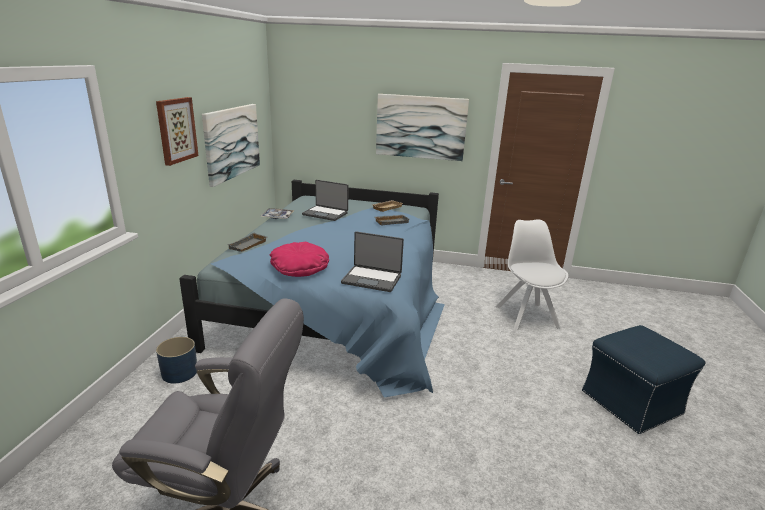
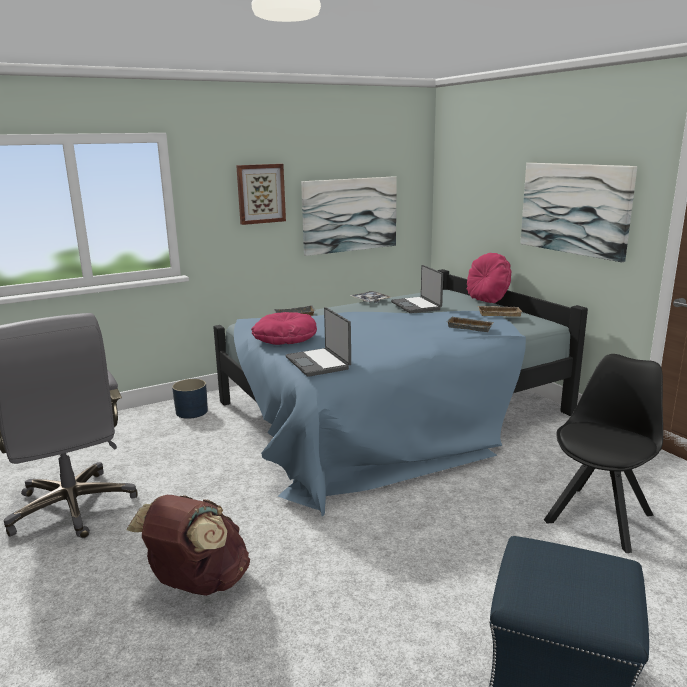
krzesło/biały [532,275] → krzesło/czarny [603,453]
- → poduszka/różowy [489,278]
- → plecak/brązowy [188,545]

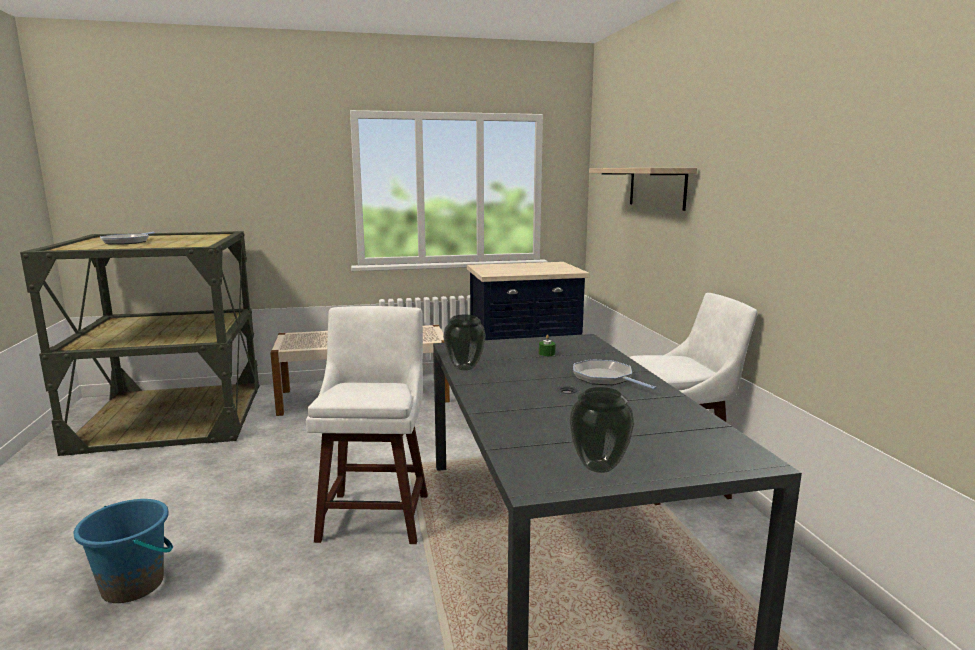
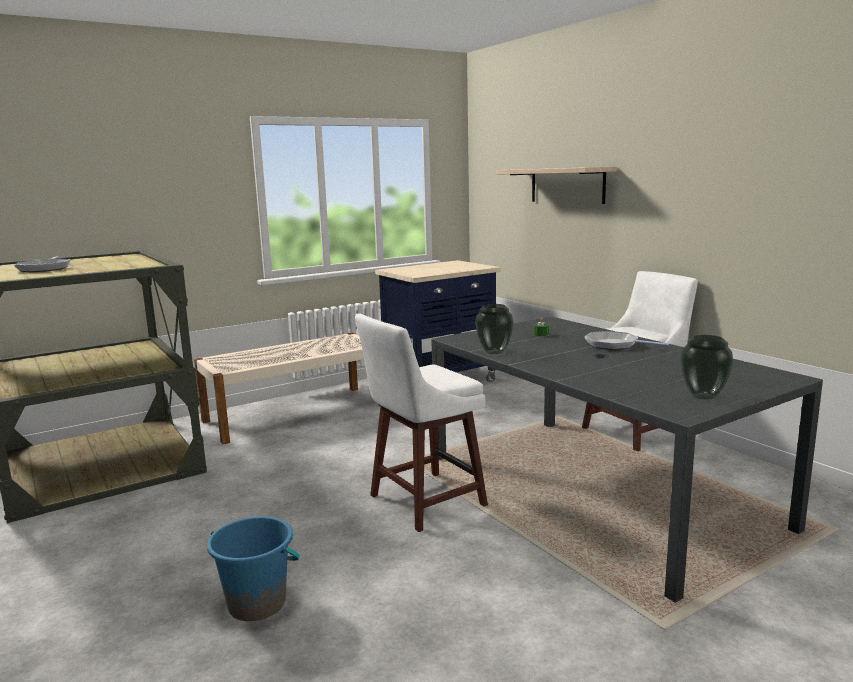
krzesło/biały [367,425] → krzesło/biały [421,422], 105 degrees counterclockwise

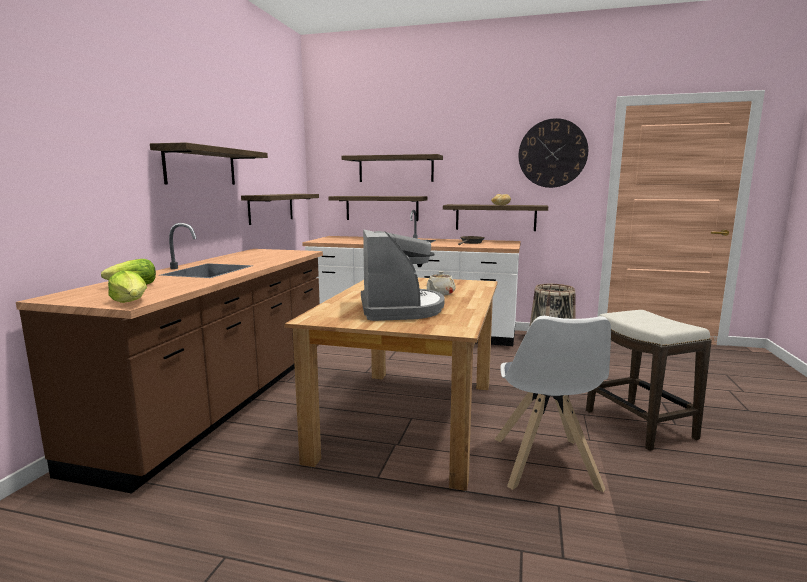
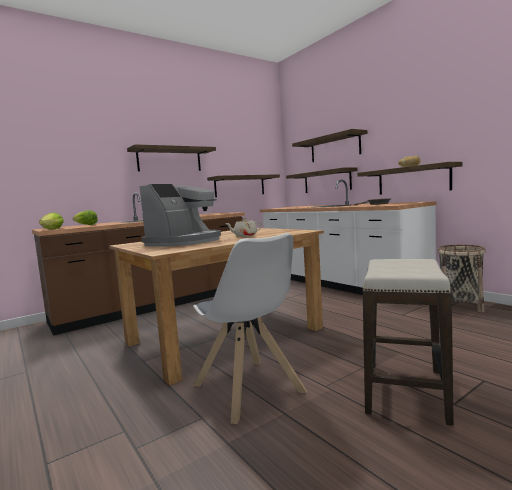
zegar ścienny [553,153] → -
krzesło [552,404] → krzesło [250,328], 75 degrees counterclockwise

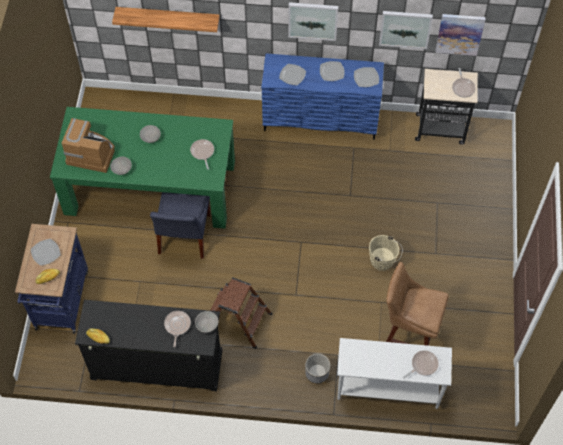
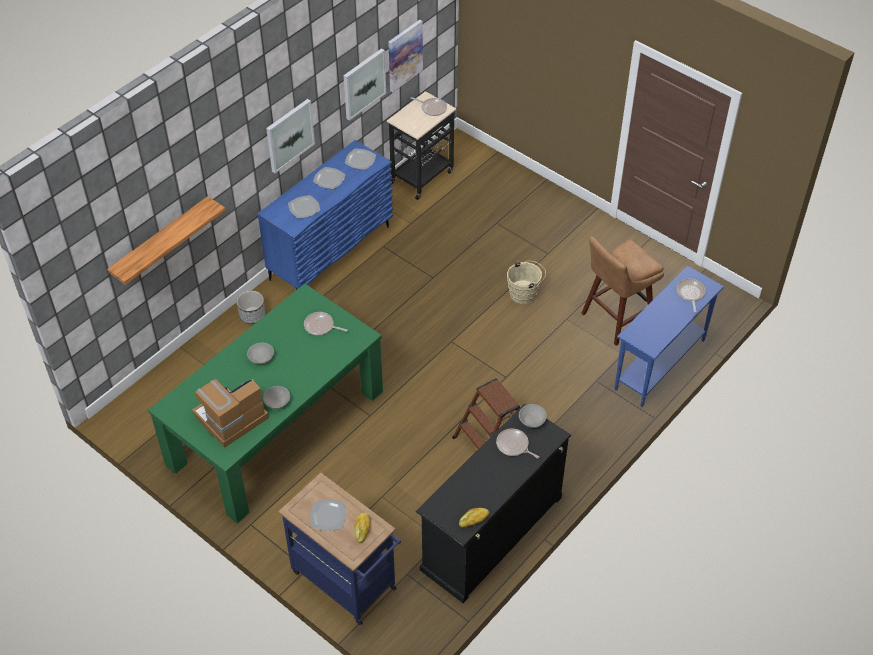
krzesło/niebieski [180,225] → -
stolik konsolowy/biały [394,373] → stolik konsolowy/niebieski [669,336]
donica [317,368] → donica [250,307], relocated

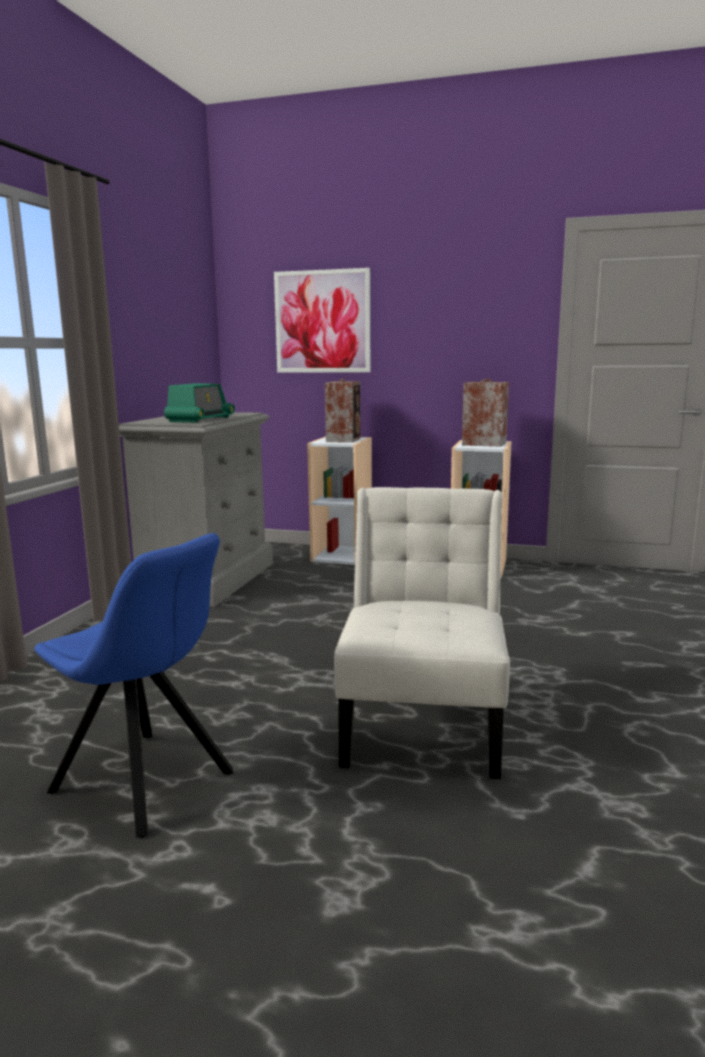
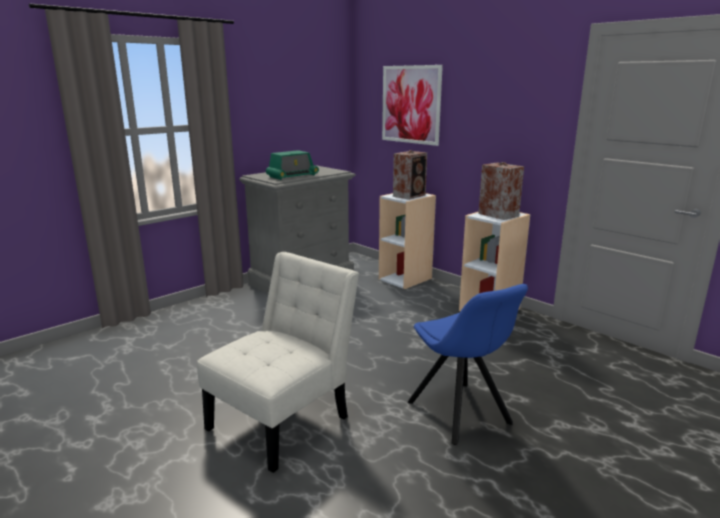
krzesło/niebieski [134,685] → krzesło/niebieski [468,364], relocated

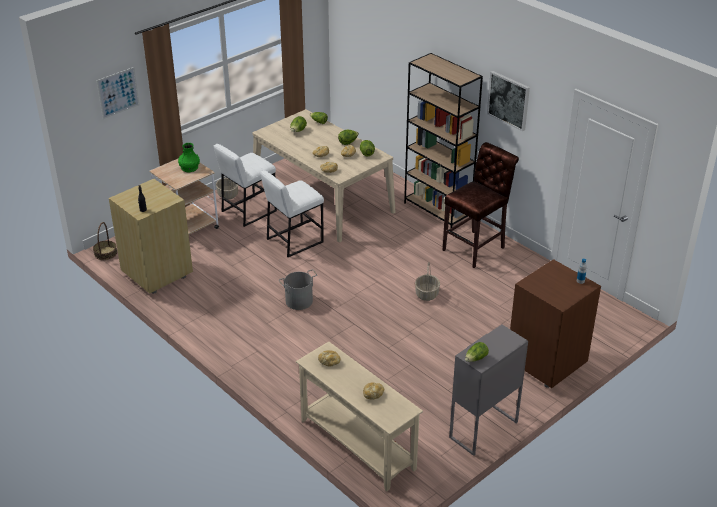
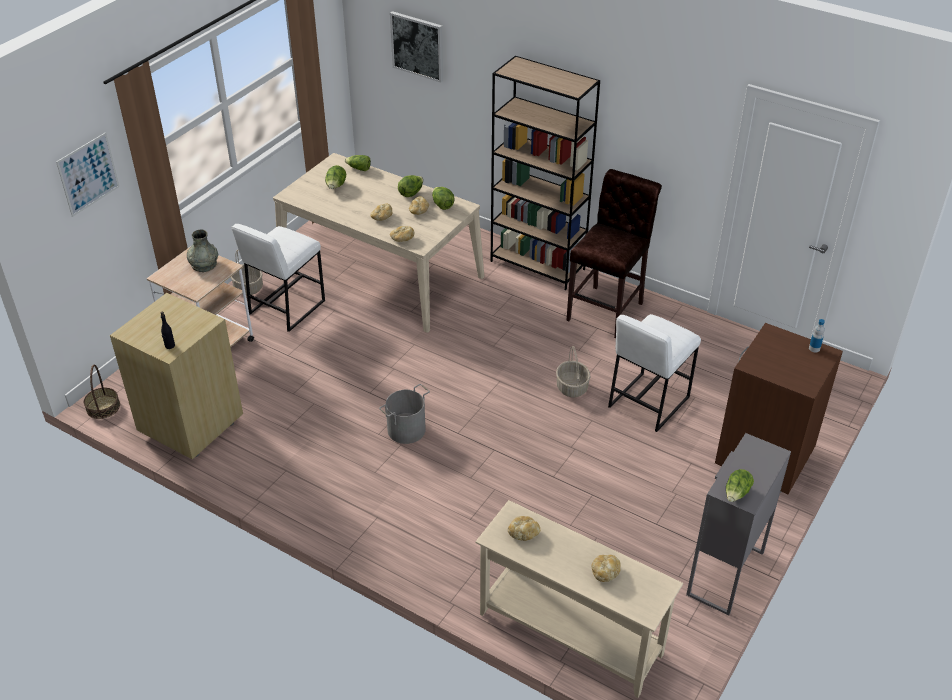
obraz [508,101] → obraz [416,47], relocated
wazon/zielony [189,157] → wazon/szary [202,251]
krzesło/biały [292,213] → krzesło/biały [654,373], relocated

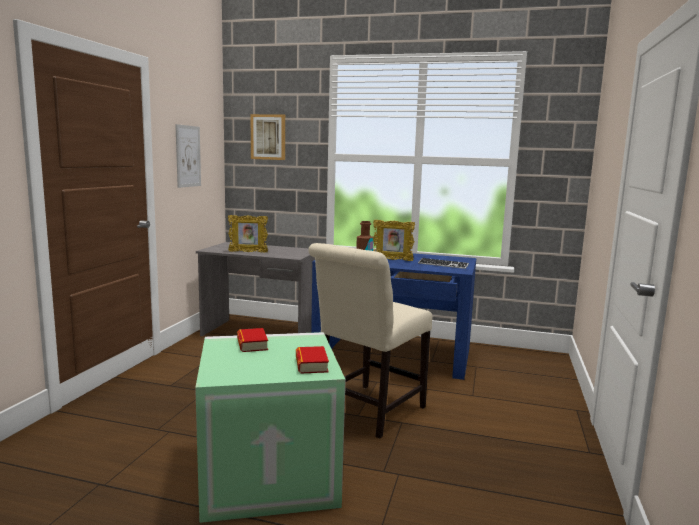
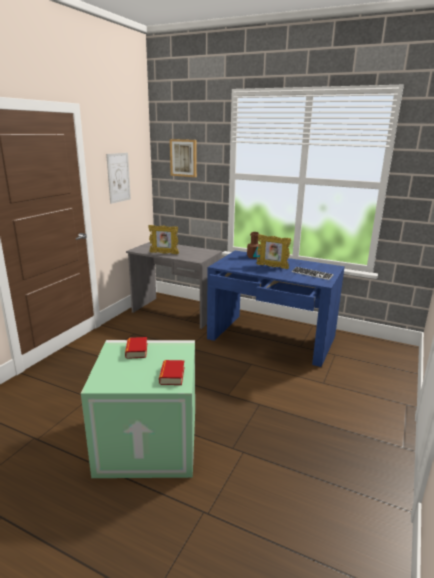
krzesło/beżowy [370,341] → -

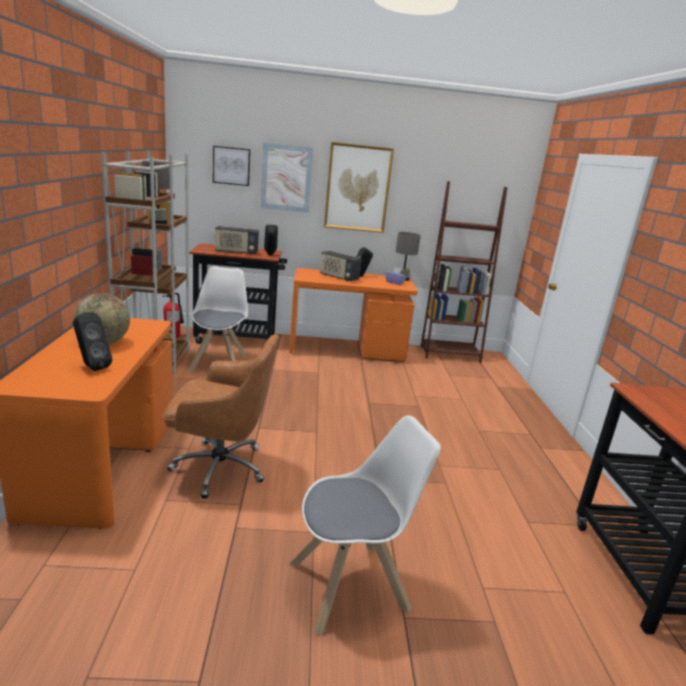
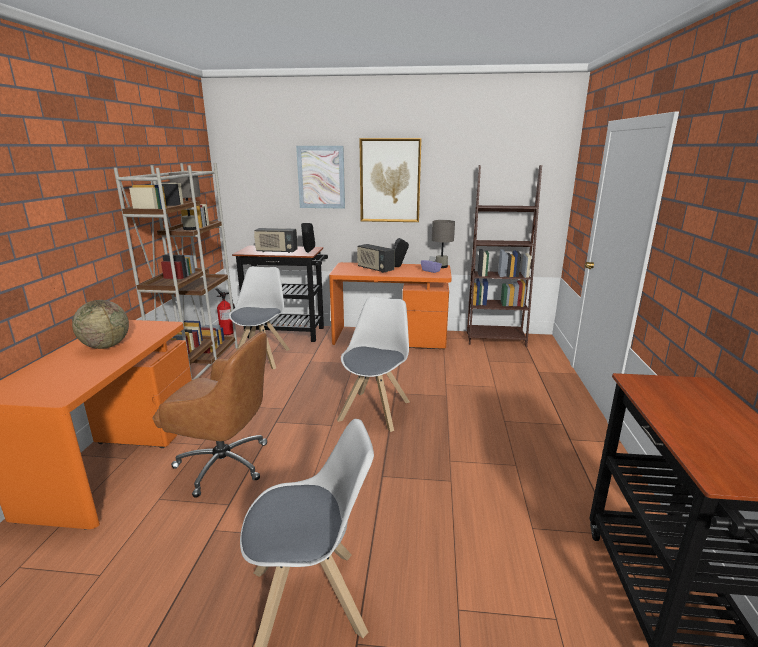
obraz [231,166] → -
głośnik/czarny [92,341] → -
- → krzesło [373,364]

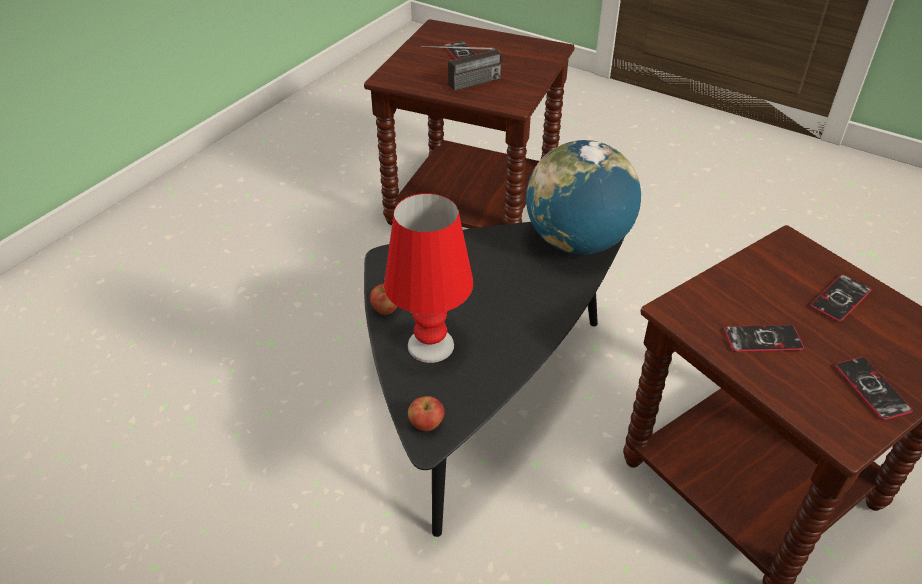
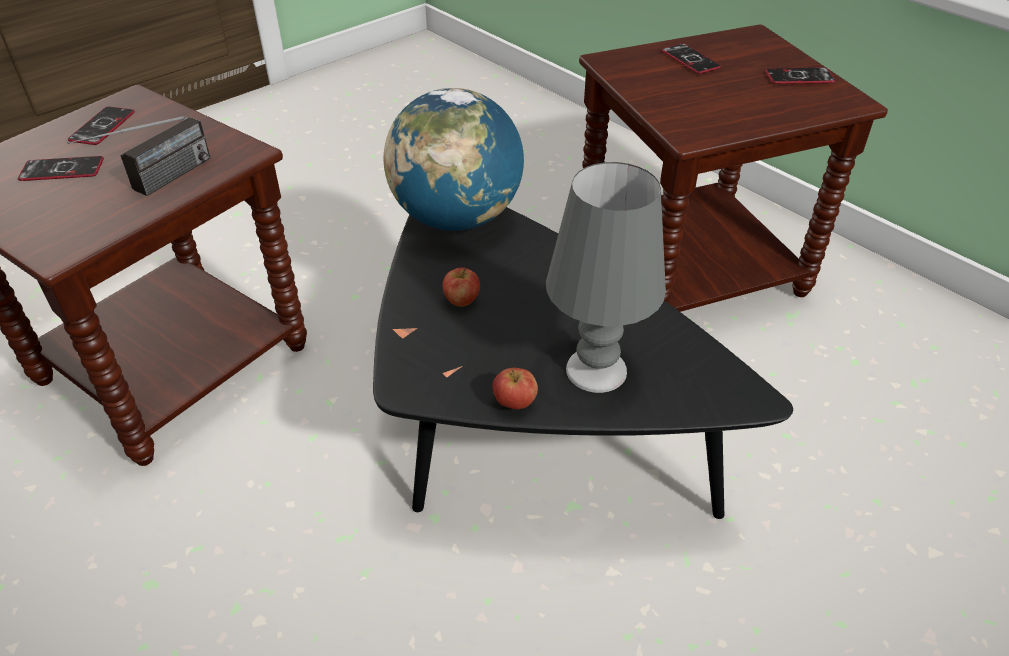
radio [461,68] → radio [138,156], 45 degrees clockwise
lampa stołowa/czerwony [428,278] → lampa stołowa/szary [606,277]
telefon [764,338] → telefon [101,125], relocated
jabłko [426,413] → jabłko [461,287], relocated

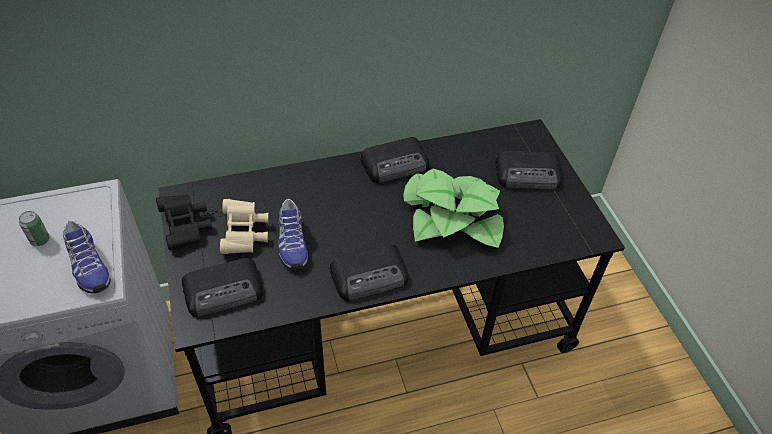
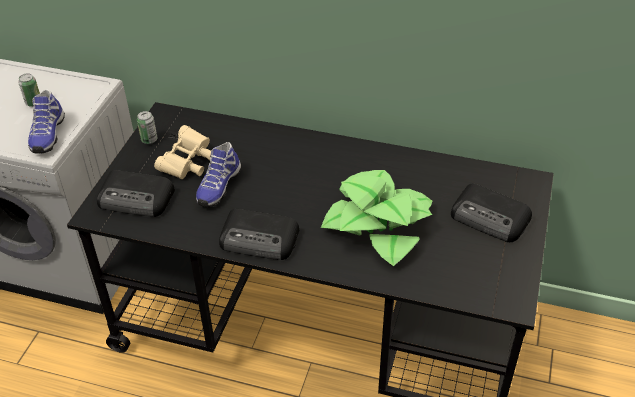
radio [394,160] → -
lornetka/czarny [184,222] → puszka [147,127]

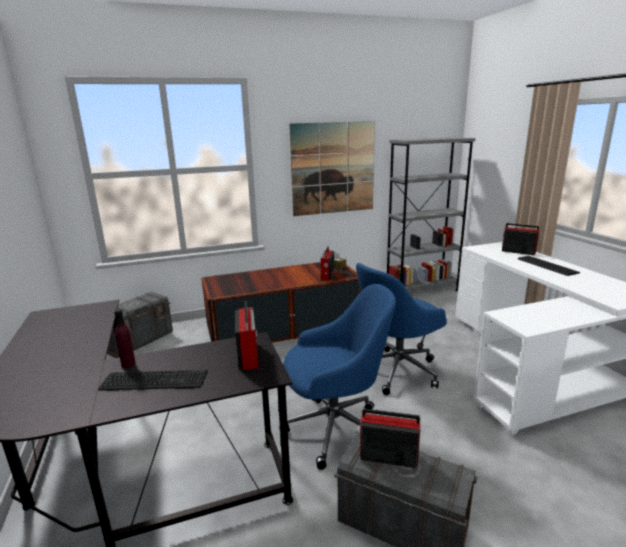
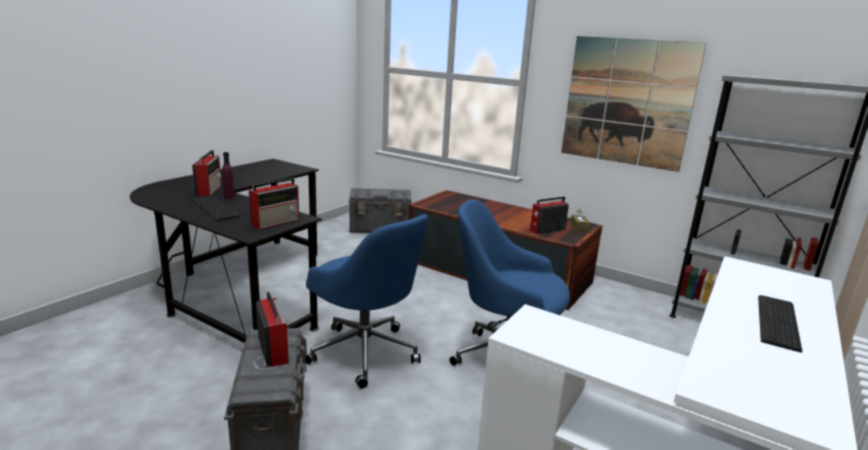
radio [521,239] → radio [207,173], relocated

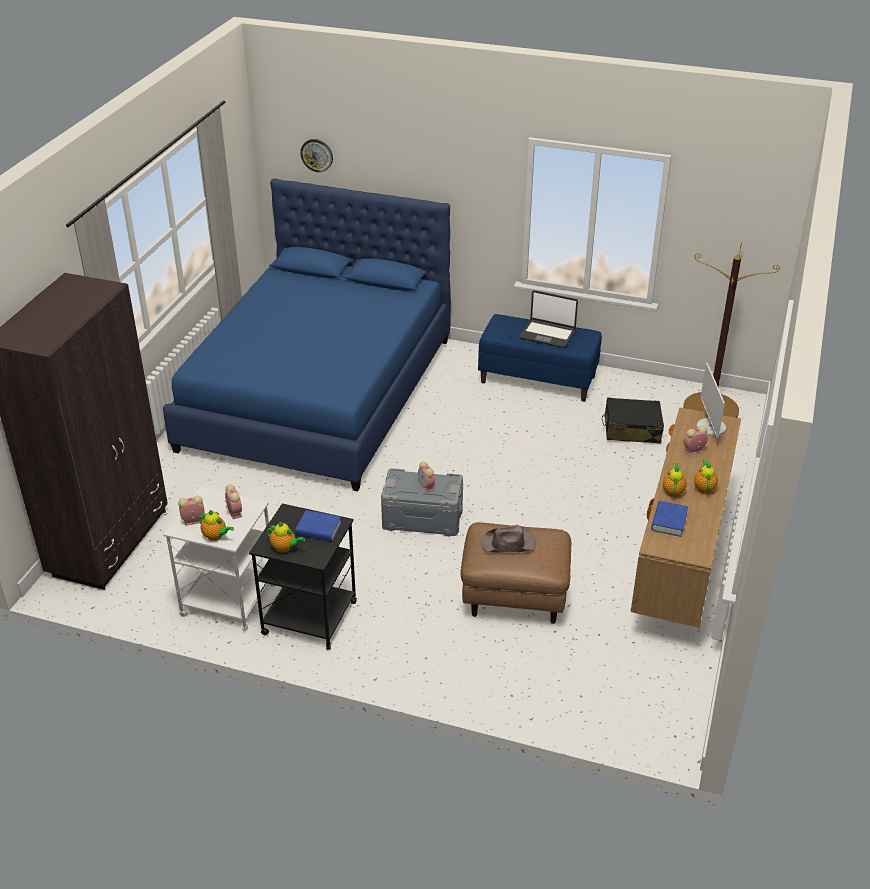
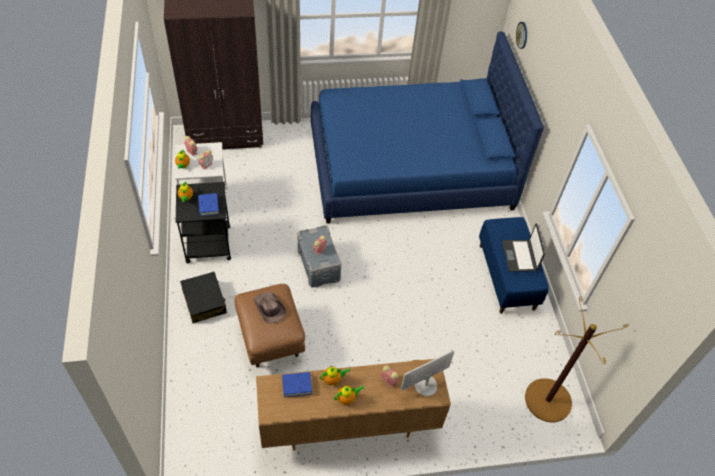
walizka/czarny [633,420] → walizka/czarny [203,297], relocated

